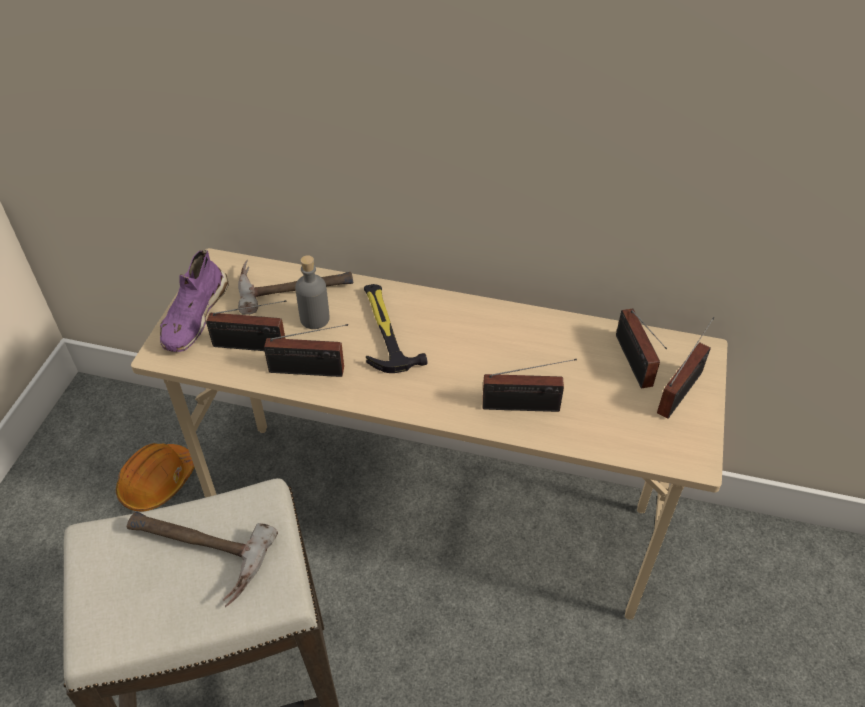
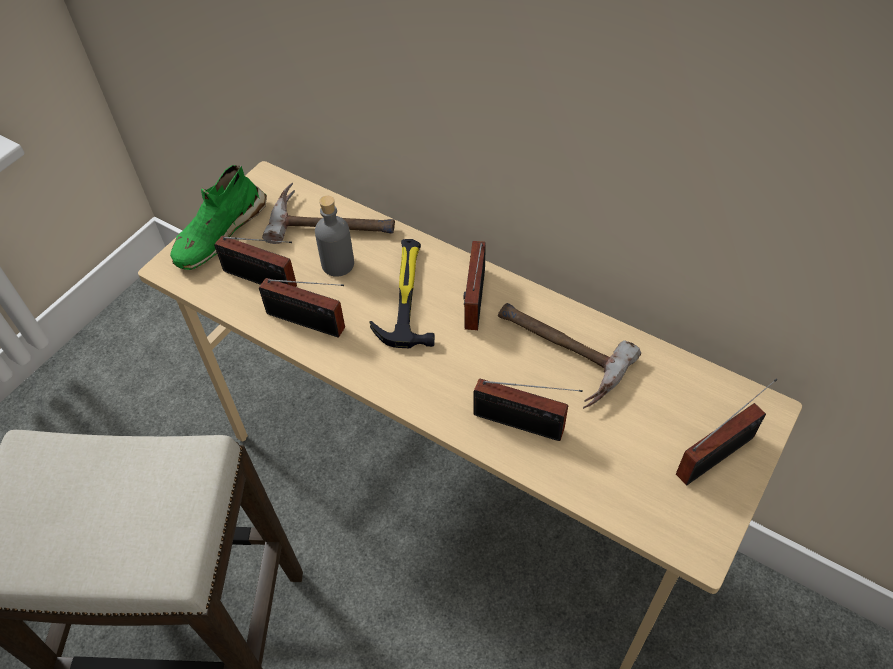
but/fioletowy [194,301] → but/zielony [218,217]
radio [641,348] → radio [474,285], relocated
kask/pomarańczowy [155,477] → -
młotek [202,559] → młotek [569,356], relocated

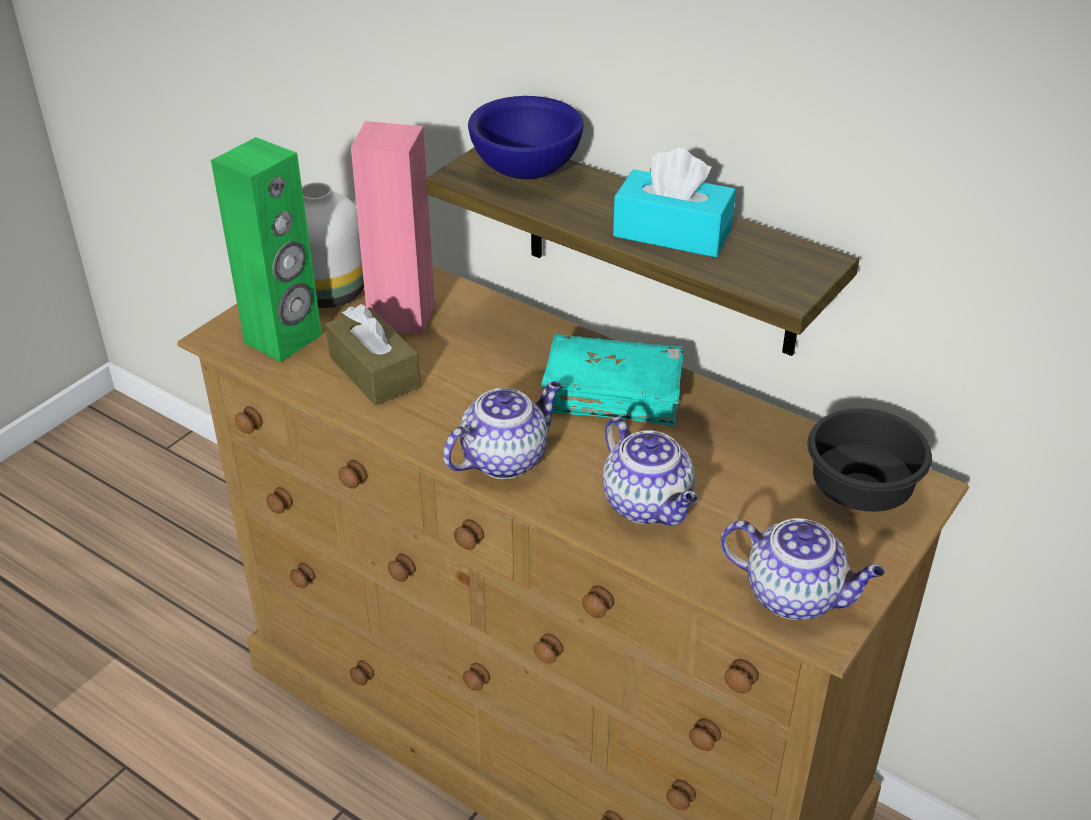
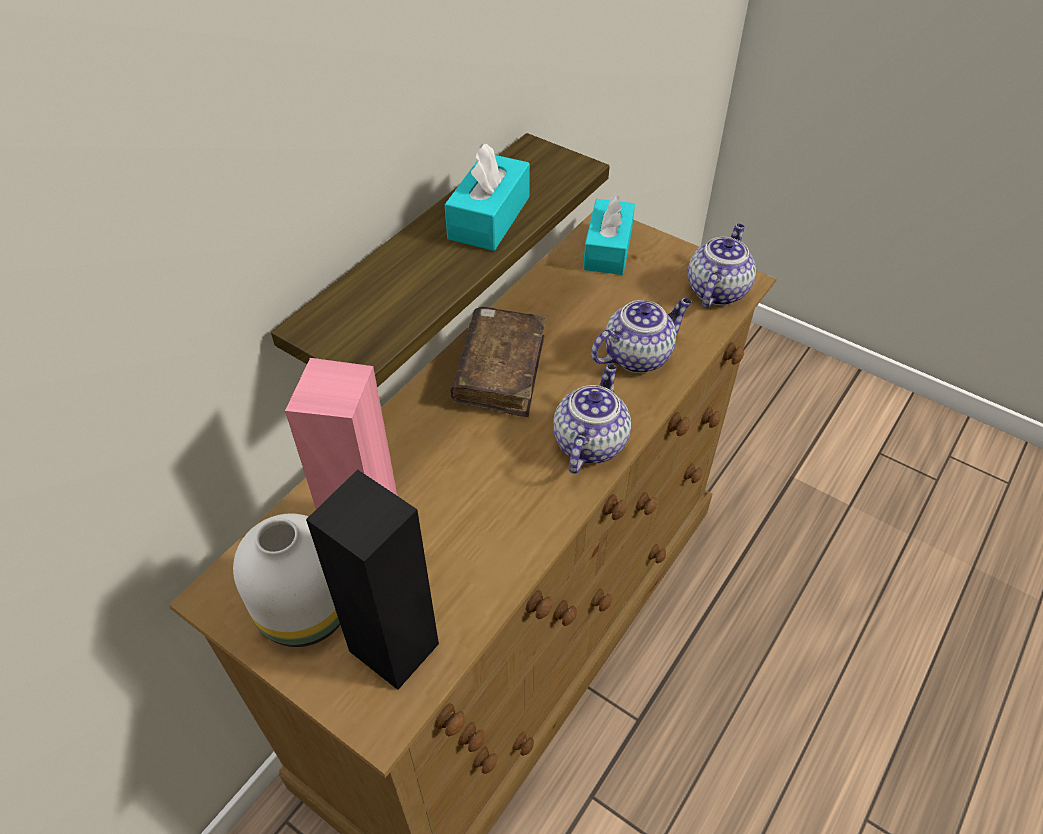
miska/niebieski [526,137] → -
głośnik/zielony [266,249] → głośnik/czarny [372,579]
pudełko chusteczek/brązowy [373,354] → -
książka/turkusowy [612,380] → książka/brązowy [498,362]
imbryk [502,430] → imbryk [592,419], 60 degrees clockwise
miska/czarny [869,460] → pudełko chusteczek/turkusowy [609,233]

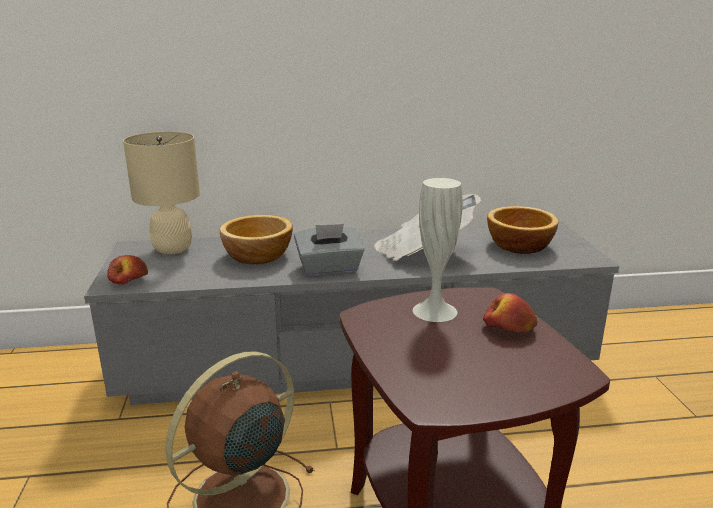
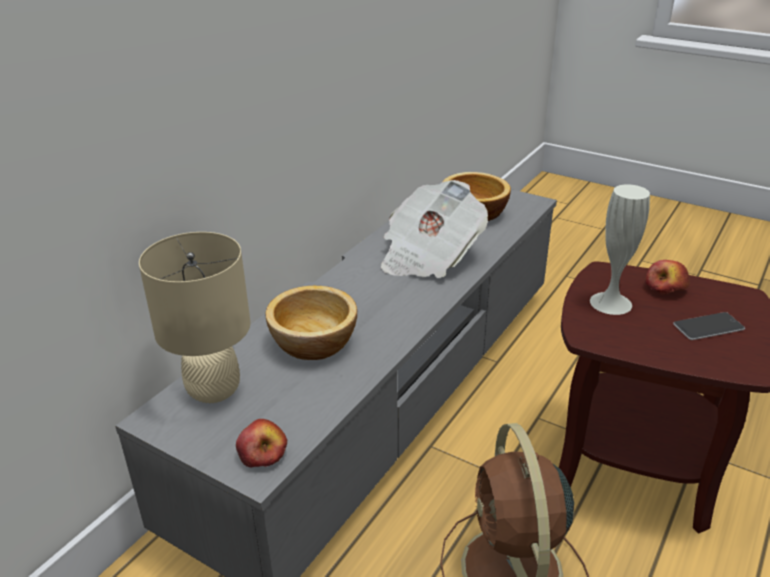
pudełko chusteczek/szary [329,250] → -
- → telefon [709,326]

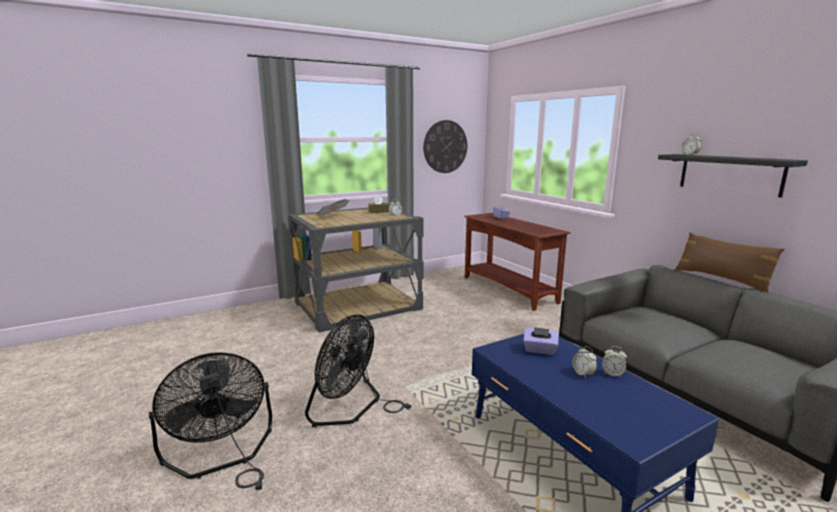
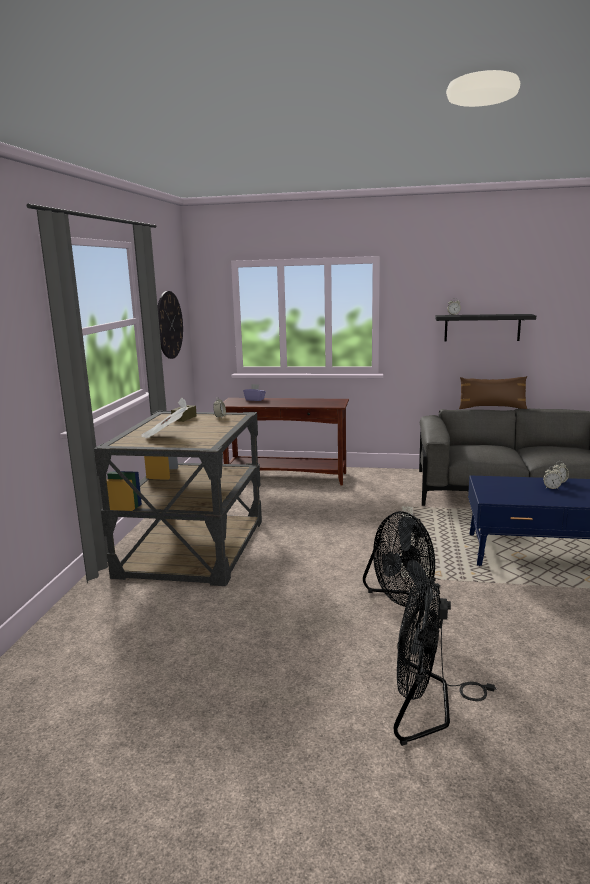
pudełko chusteczek/fioletowy [541,341] → -

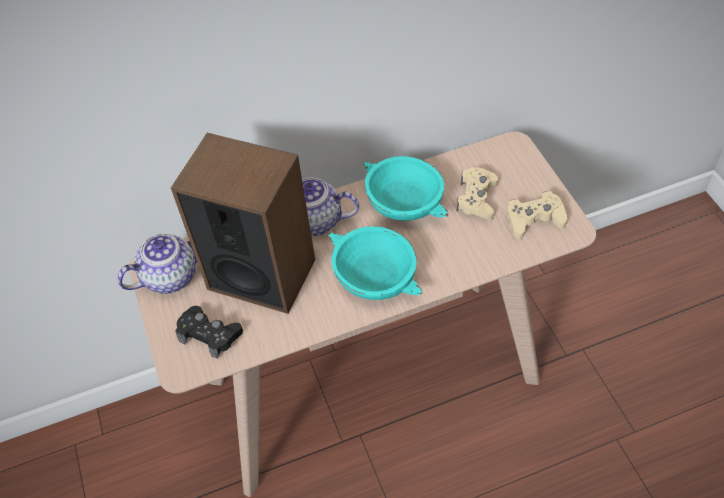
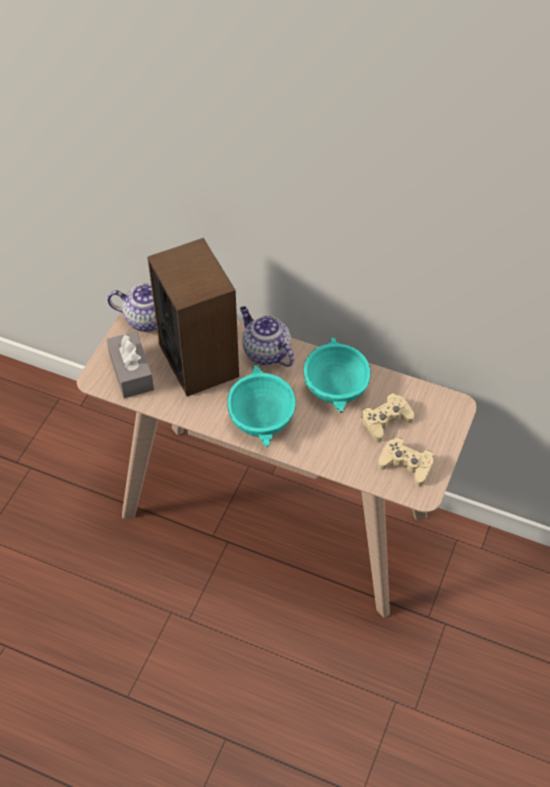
pad do gier/czarny [209,332] → pudełko chusteczek/szary [130,364]

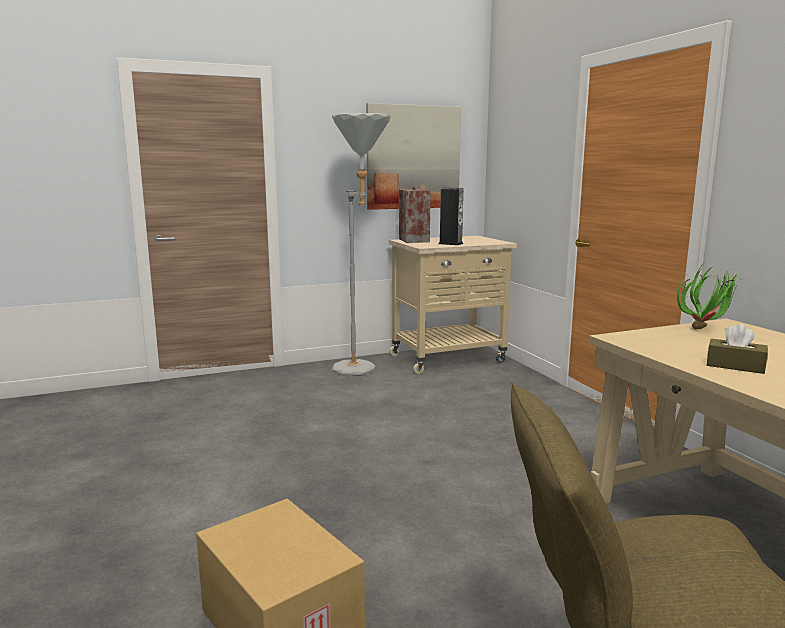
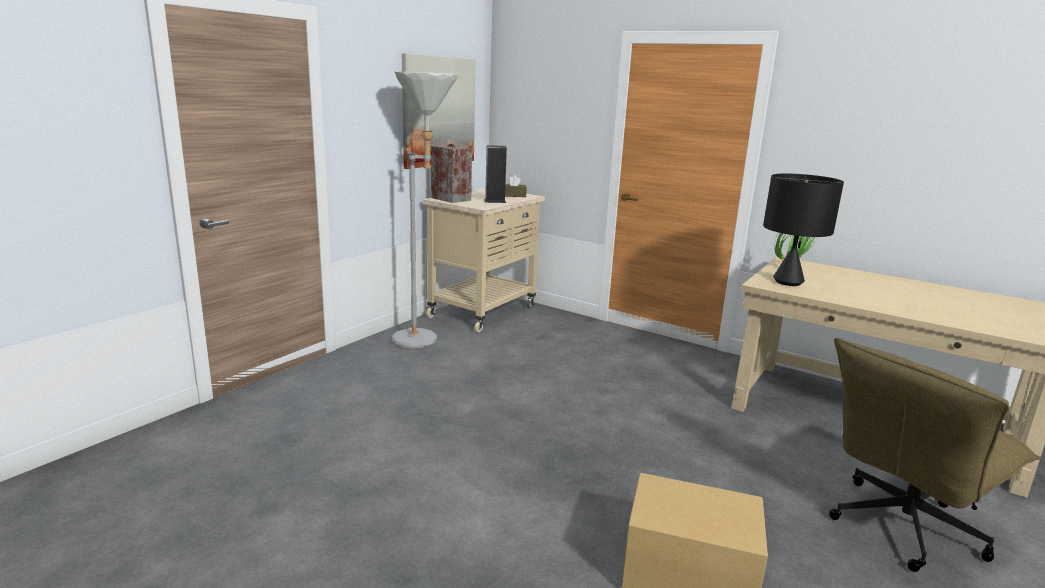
pudełko chusteczek/brązowy [737,349] → pudełko chusteczek/brązowy [516,186], relocated
- → lampa stołowa/czarny [803,229]

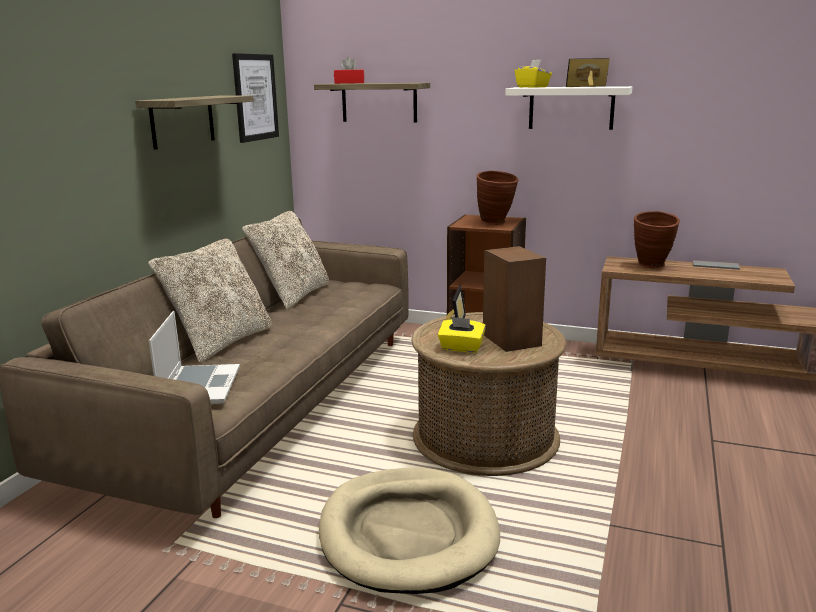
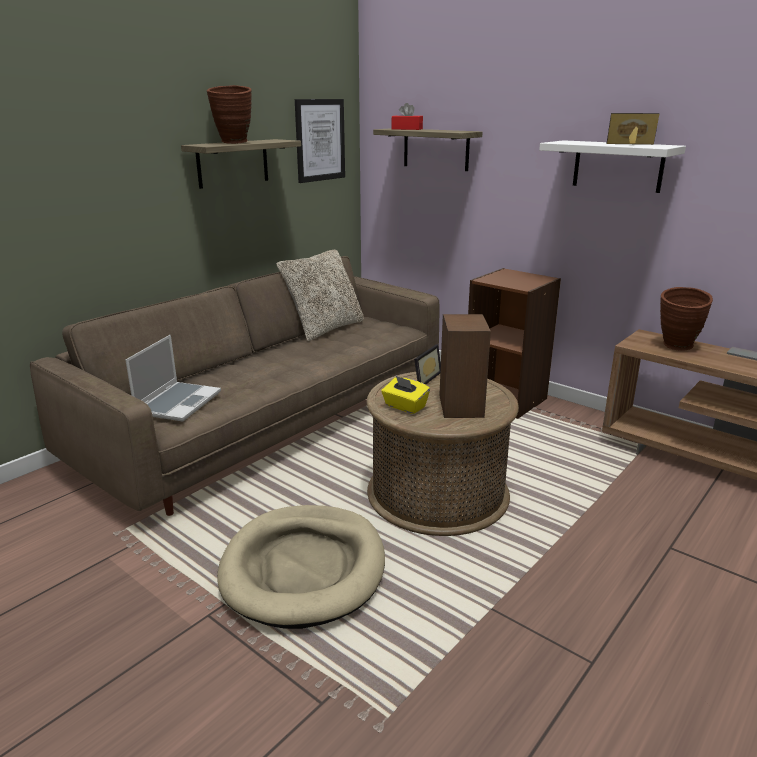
pudełko chusteczek/żółty [533,74] → -
wazon/brązowy [497,198] → wazon/brązowy [229,114], relocated
poduszka/beżowy [210,300] → -

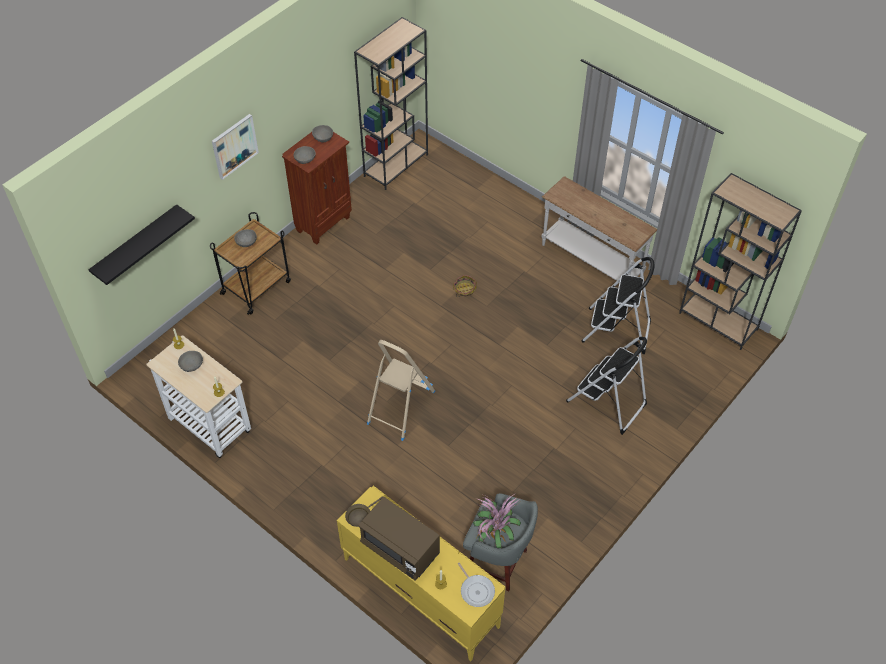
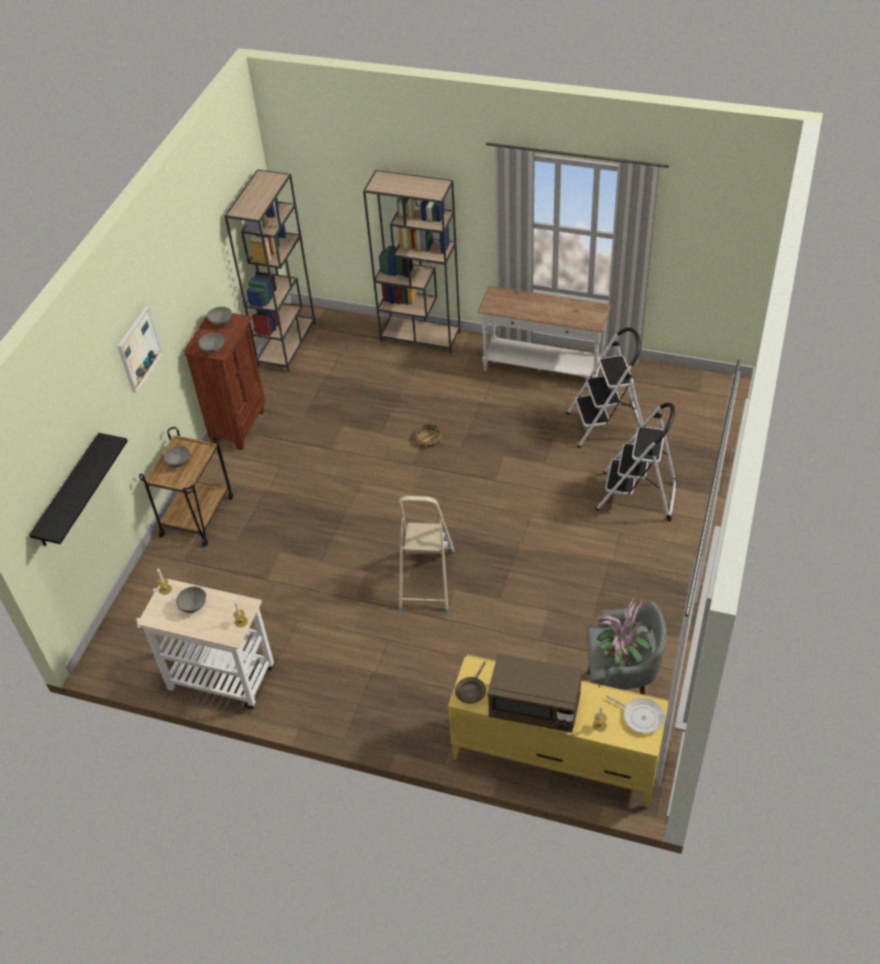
regał [740,261] → regał [412,262], relocated

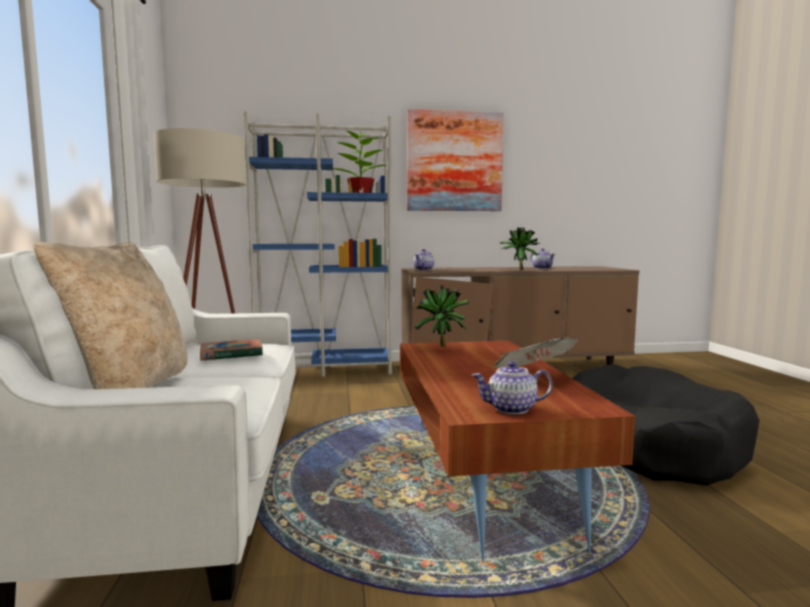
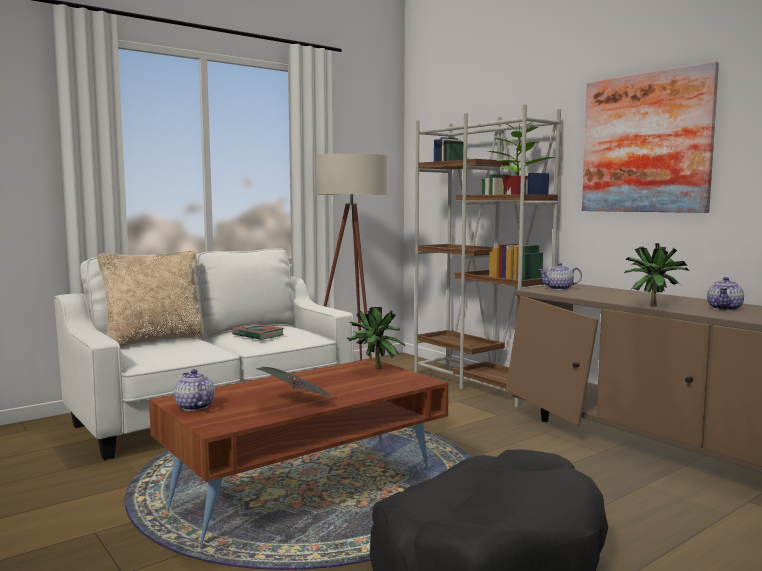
regał/niebieski [318,244] → regał/brązowy [487,256]

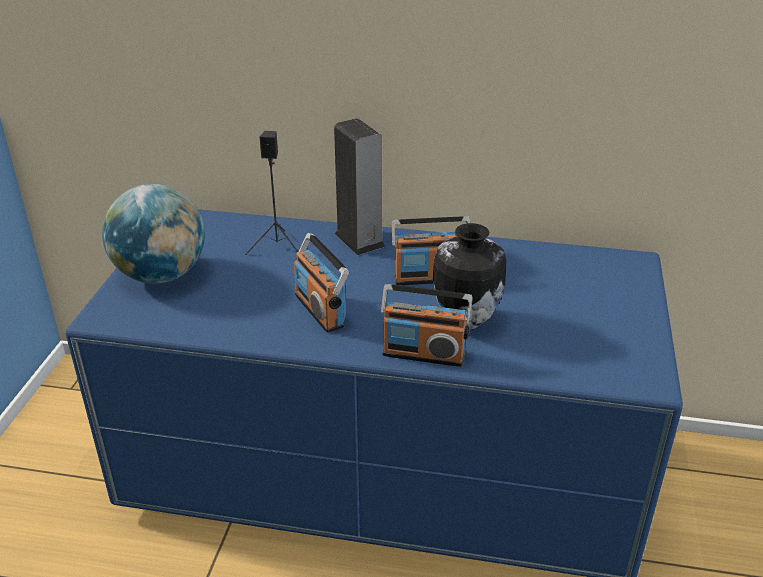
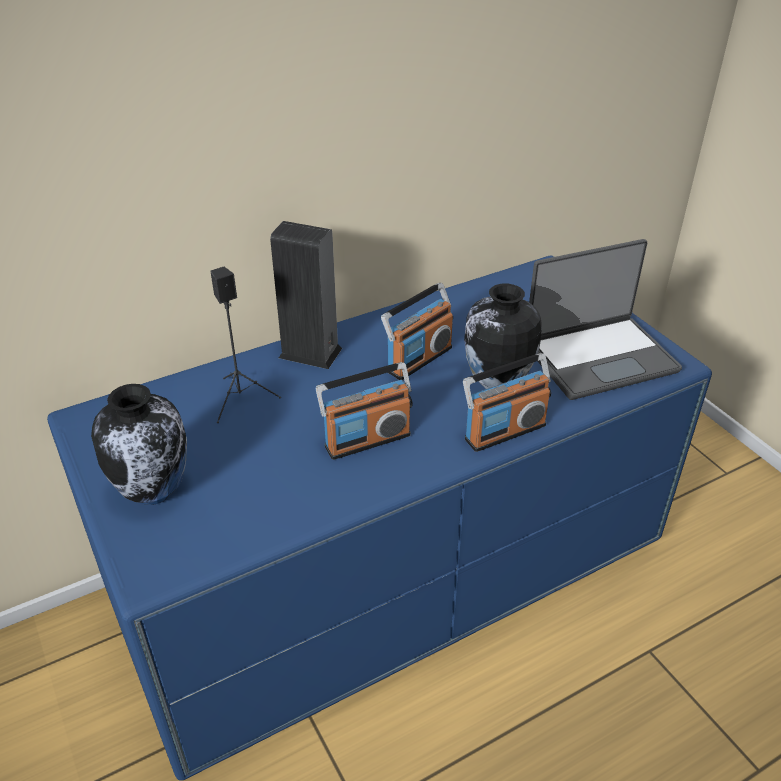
globus [153,233] → wazon [139,444]
radio [321,283] → radio [364,411], 45 degrees counterclockwise
- → laptop [605,319]

